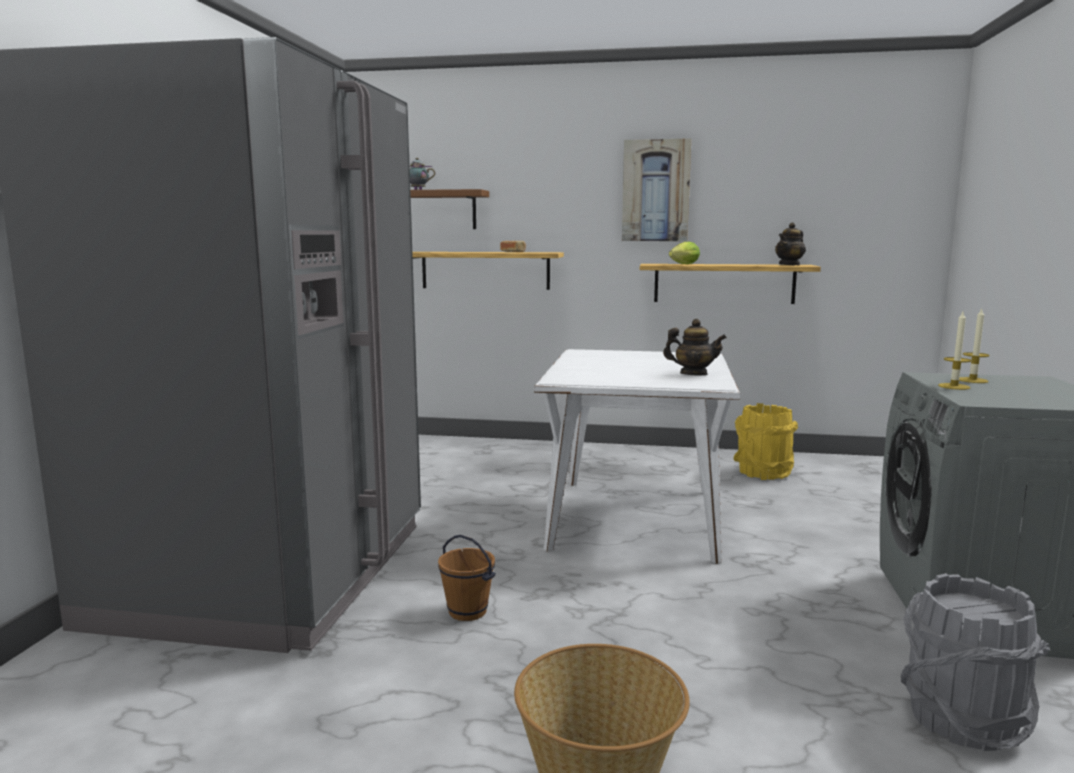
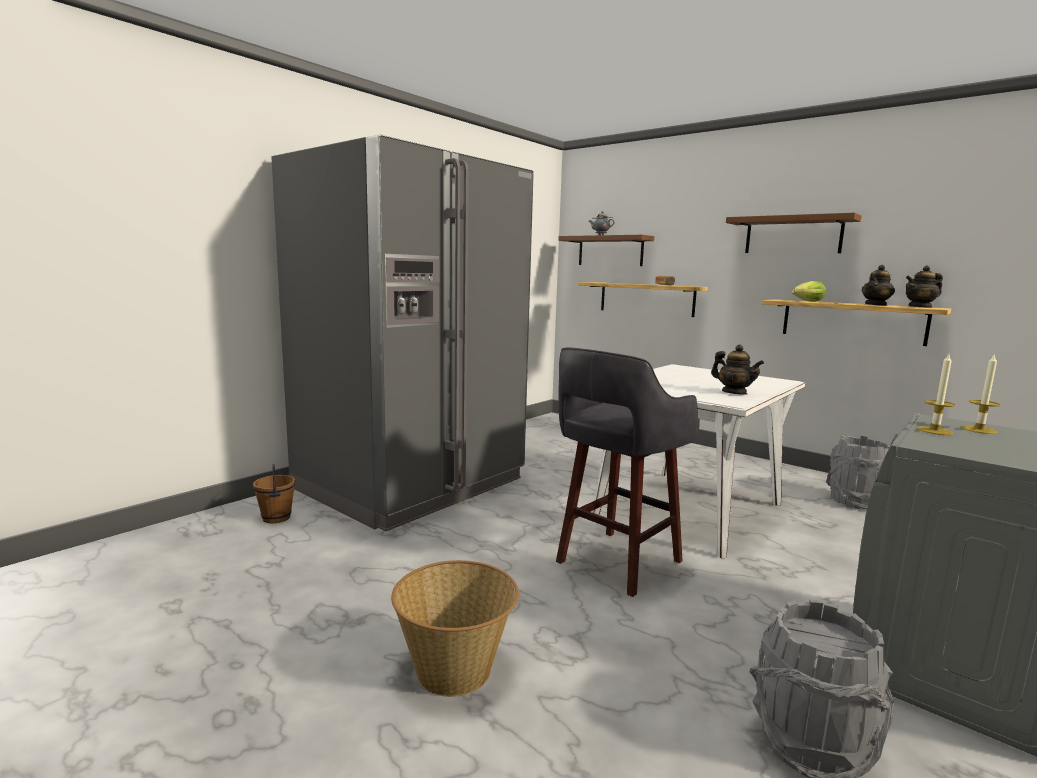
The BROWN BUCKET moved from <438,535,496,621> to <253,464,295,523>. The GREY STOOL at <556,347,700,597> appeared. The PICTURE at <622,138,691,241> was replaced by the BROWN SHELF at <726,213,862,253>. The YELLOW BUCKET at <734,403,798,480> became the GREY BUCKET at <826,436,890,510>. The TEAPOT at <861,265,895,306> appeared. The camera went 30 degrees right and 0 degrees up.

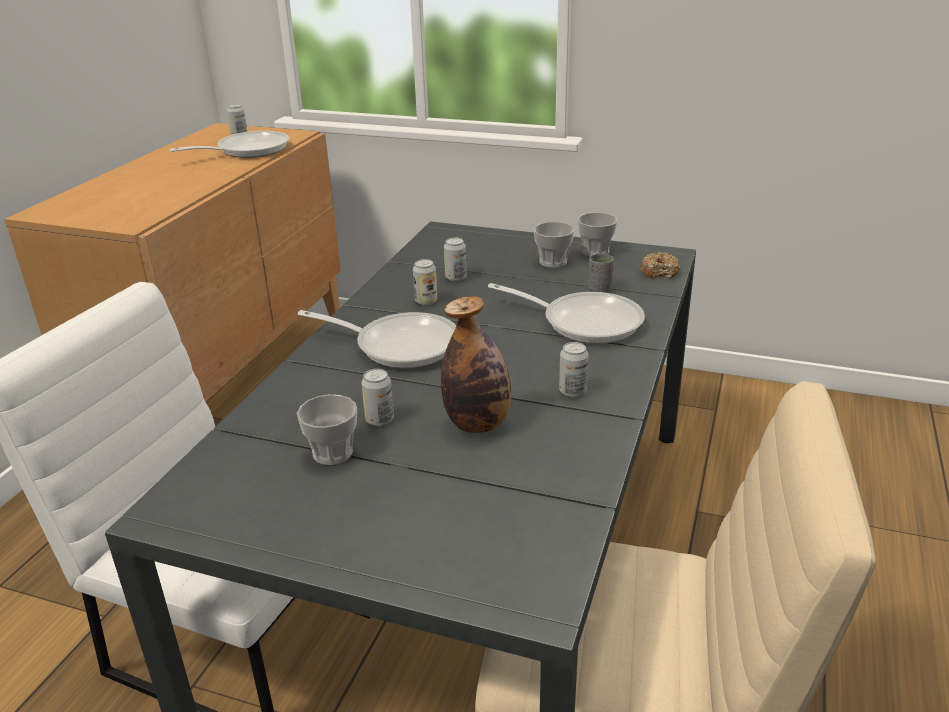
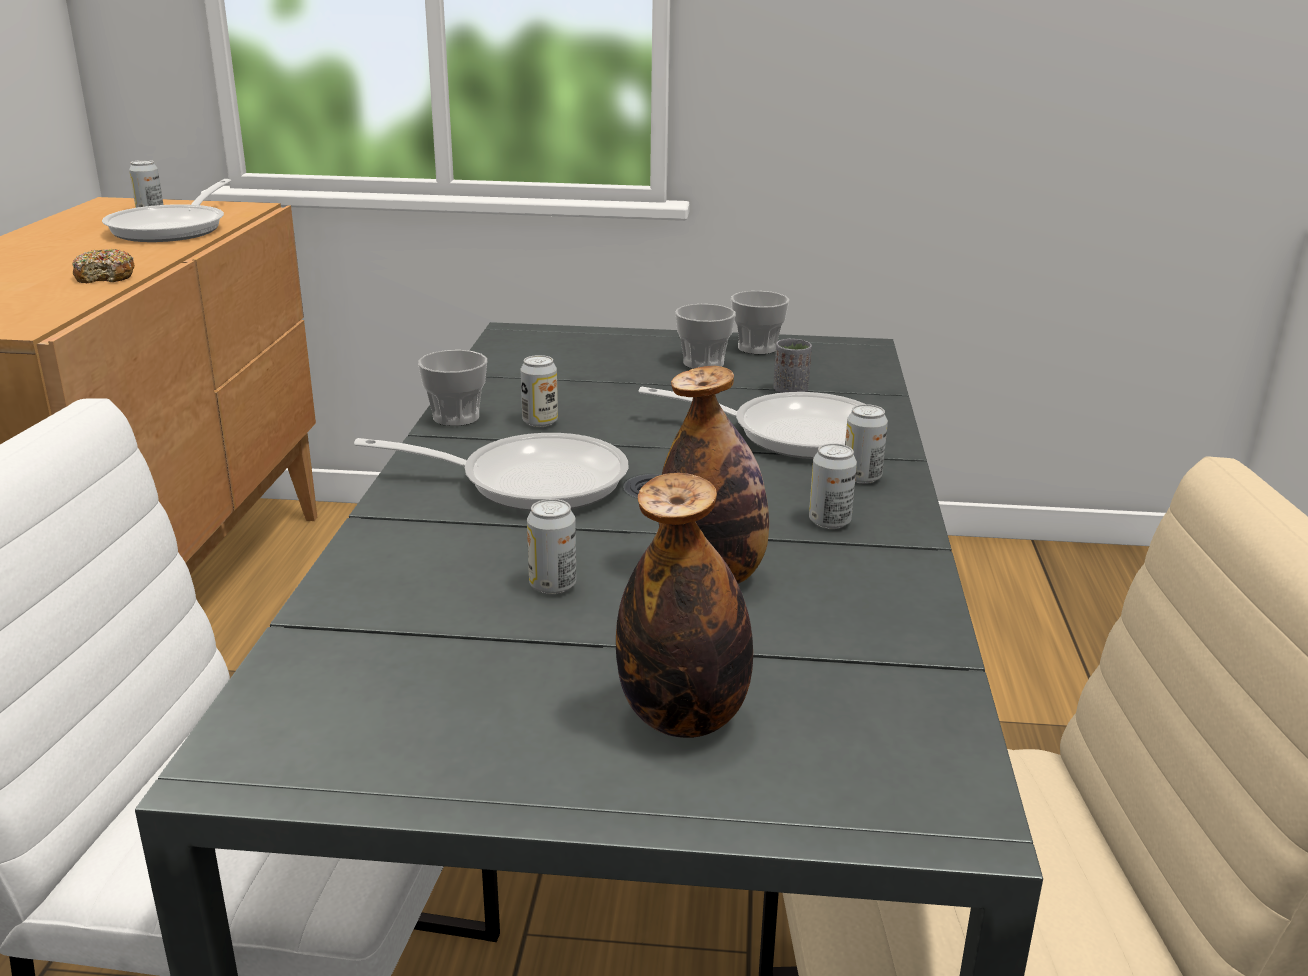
The DONUT moved from <641,252,680,279> to <73,249,135,283>. The FRYING PAN at <169,131,289,158> turned 150 degrees clockwise. The CUP moved from <297,394,357,465> to <418,350,487,426>. The BOTTLE at <616,473,753,738> appeared. The CAN moved from <444,238,467,281> to <845,404,888,484>. The camera went 15 degrees left and 5 degrees down.

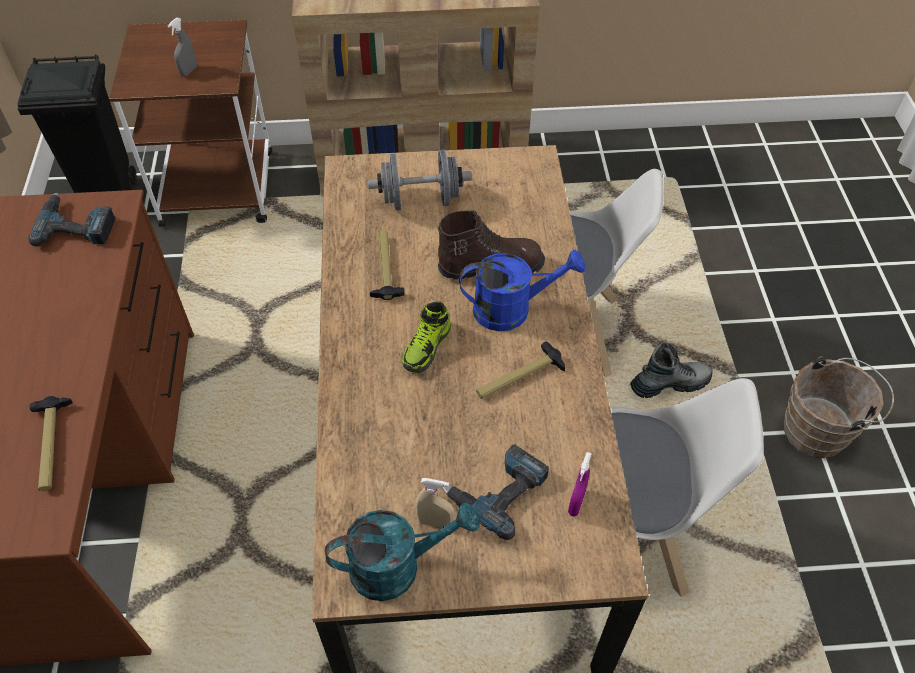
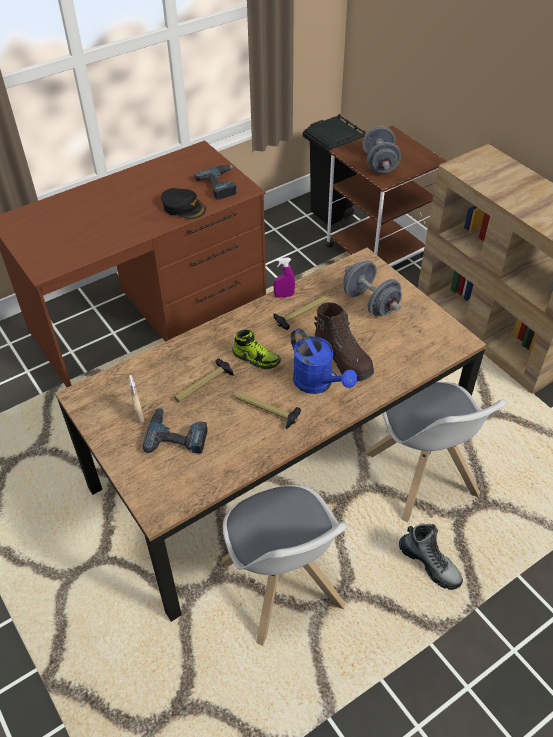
The BLACK CAP at <161,188,206,219> appeared. The HAMMER moved from <30,396,73,491> to <174,358,234,402>. The SHOE at <402,302,451,373> turned 150 degrees counterclockwise. The PURPLE SPRAY BOTTLE moved from <568,452,592,516> to <273,257,295,298>. The GREY SPRAY BOTTLE at <168,17,197,77> was replaced by the GREY DUMBBELL at <362,126,401,174>. The TURQUOISE WATERING CAN at <325,503,479,601> disappeared. The BROWN BUCKET at <784,356,894,458> disappeared. The camera went 60 degrees right and 5 degrees down.

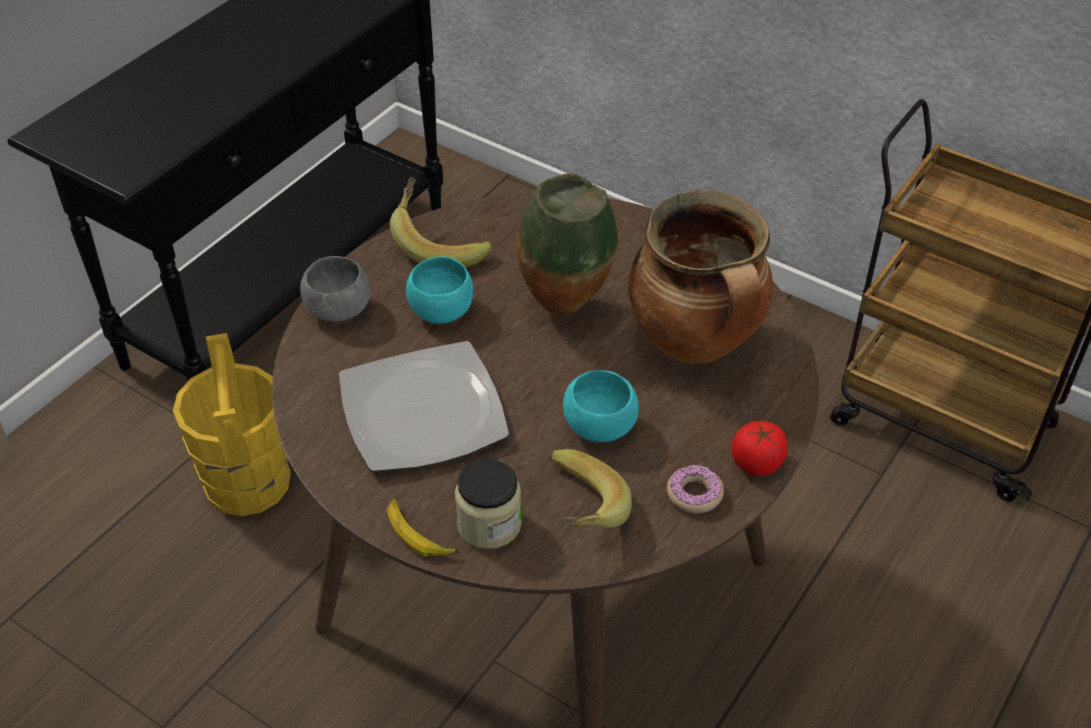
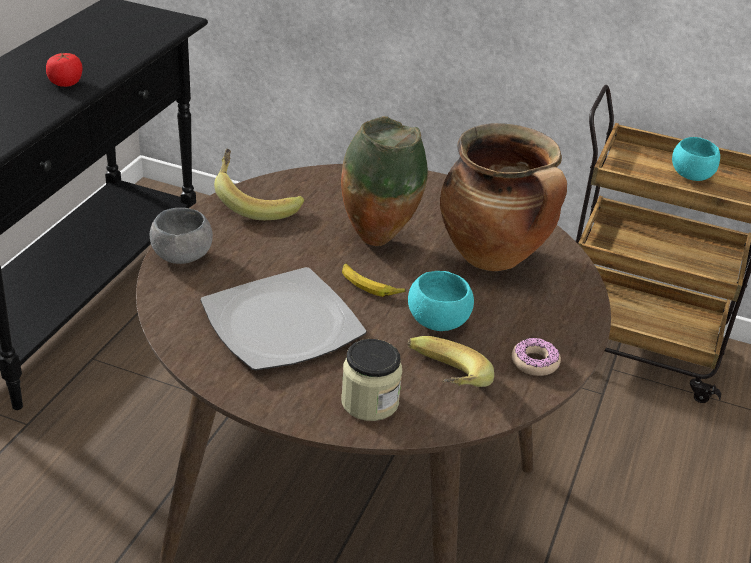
The TOMATO moved from <731,421,788,476> to <46,53,82,87>. The BANANA moved from <387,498,458,556> to <342,263,406,297>. The TURQUOISE BOWL moved from <406,256,473,324> to <672,137,720,181>. The YELLOW BUCKET at <173,333,291,516> disappeared. The camera went 15 degrees left and 10 degrees down.

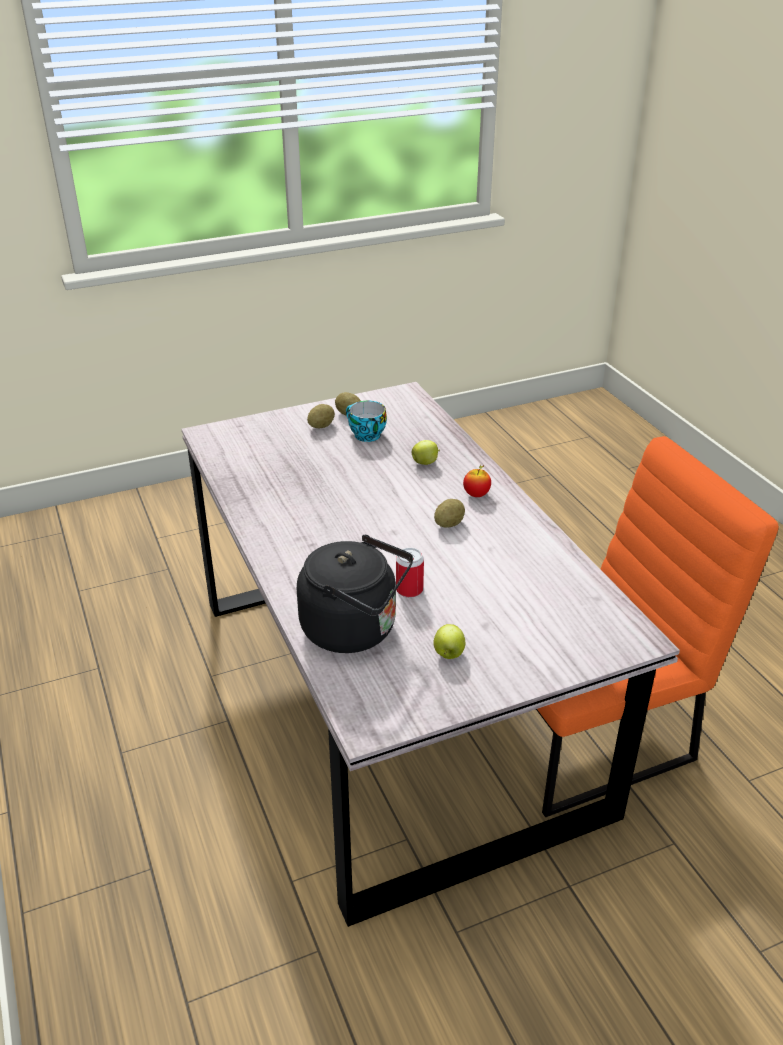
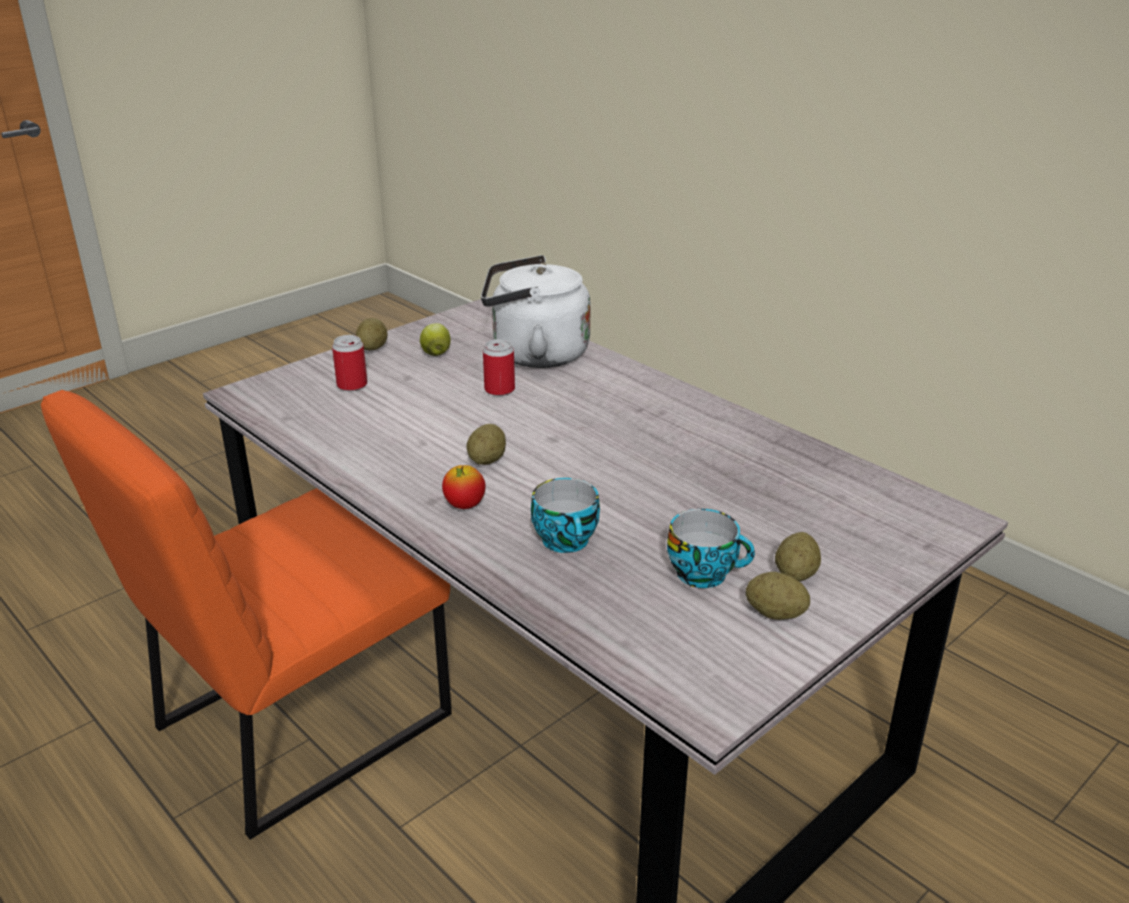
The CAN at <332,335,367,391> appeared. The POTATO at <356,318,387,350> appeared. The BLACK KETTLE at <297,535,413,653> became the WHITE KETTLE at <481,255,591,368>. The APPLE at <412,440,440,465> was replaced by the CUP at <531,478,600,553>. The camera went 160 degrees right and 5 degrees down.

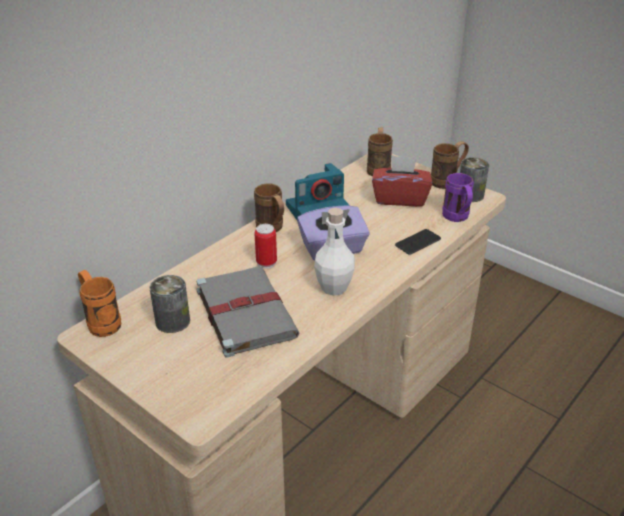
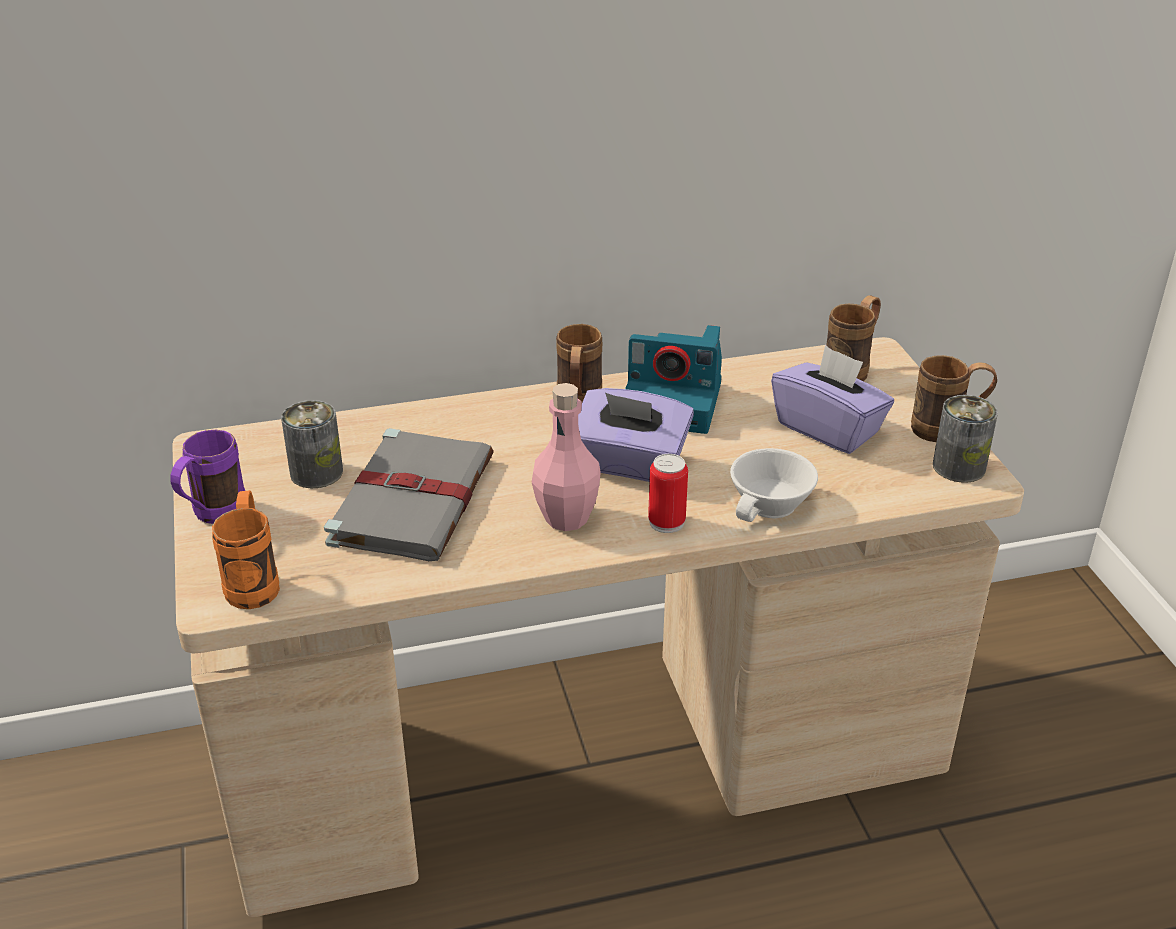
The PURPLE MUG moved from <442,173,474,222> to <170,430,245,524>. The ORANGE MUG moved from <78,270,121,337> to <212,490,280,609>. The WHITE BOTTLE at <314,208,355,296> became the PINK BOTTLE at <532,383,601,531>. The CAN moved from <254,224,277,269> to <648,454,688,533>. The PHONE at <395,229,441,255> was replaced by the WHITE CUP at <730,448,818,522>. The RED TISSUE BOX at <372,155,432,207> became the PURPLE TISSUE BOX at <771,345,894,454>. The camera went 35 degrees right and 0 degrees up.

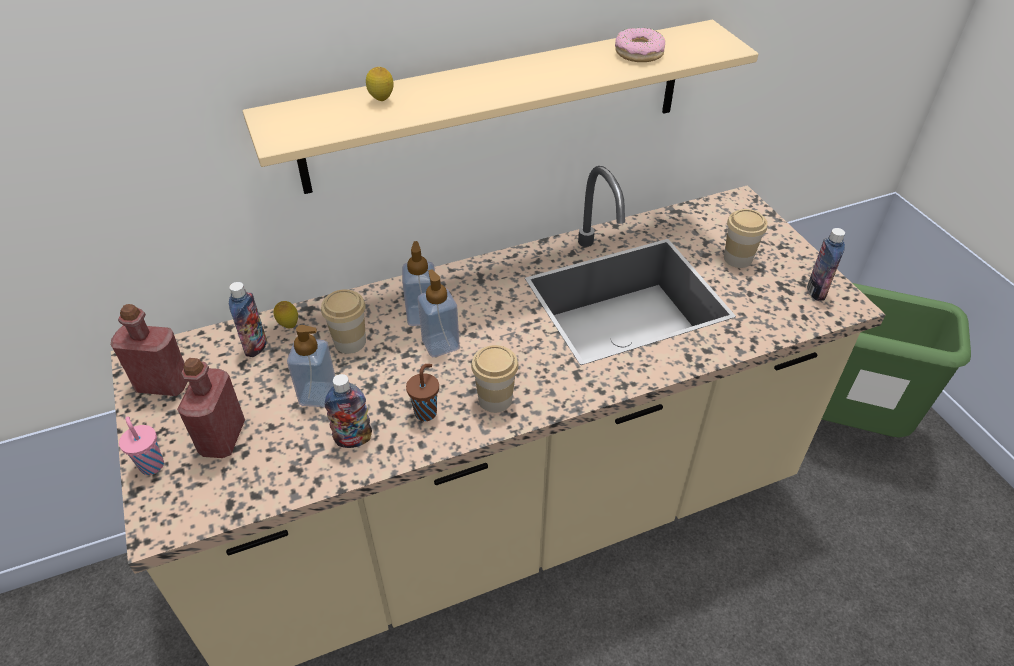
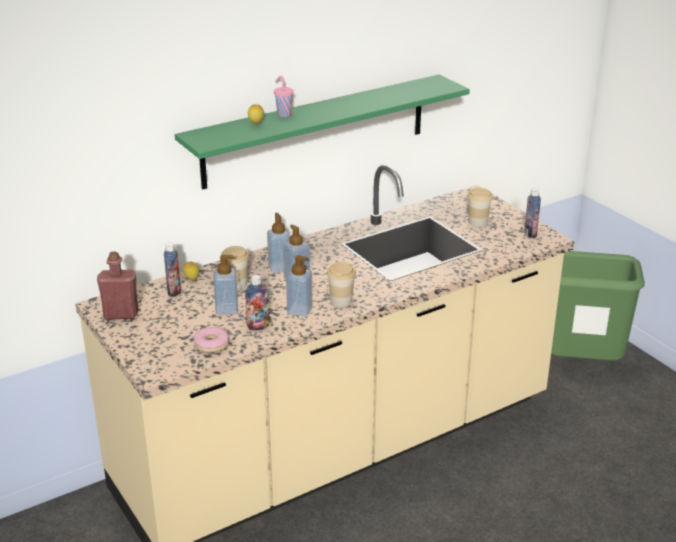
The BEIGE SHELF at <243,20,759,194> became the GREEN SHELF at <175,75,470,189>. The DONUT moved from <615,28,665,62> to <194,327,229,353>. The PINK CUP moved from <119,416,164,475> to <274,76,293,117>. The BROWN CUP at <406,364,439,421> was replaced by the SOAP DISPENSER at <286,255,312,317>. The RED BOTTLE at <177,358,245,458> disappeared. The camera went 10 degrees left and 15 degrees down.

